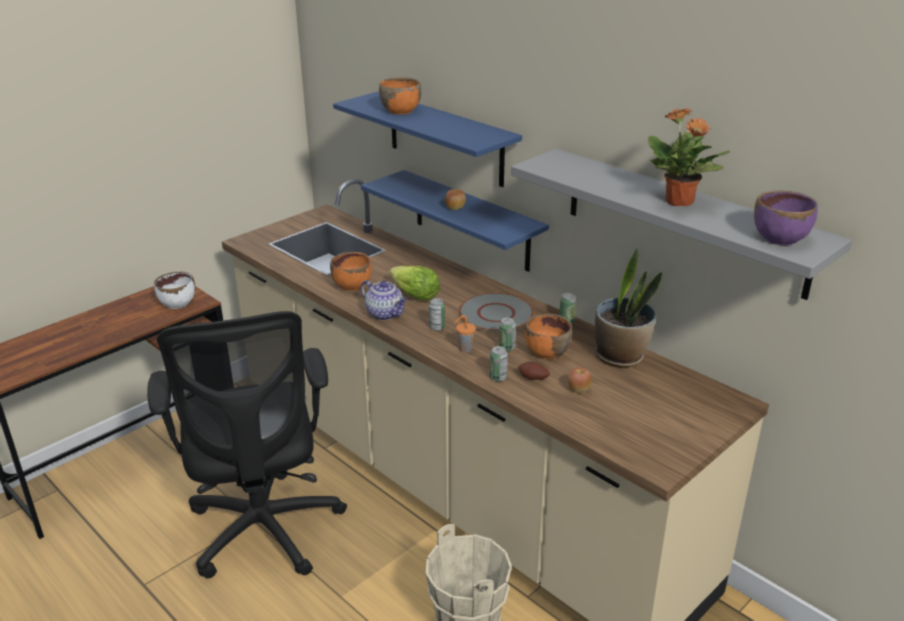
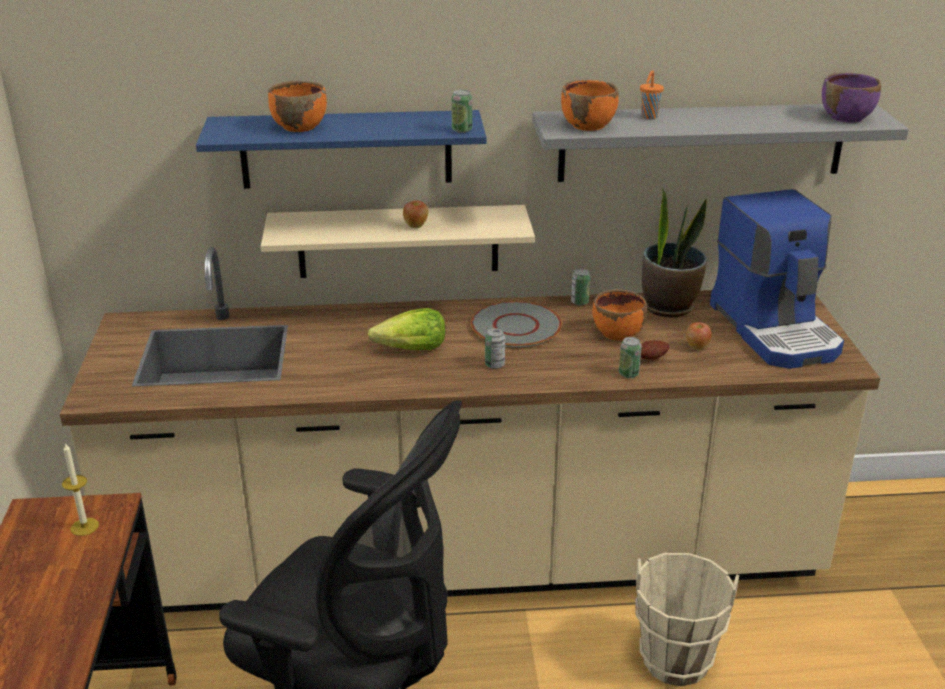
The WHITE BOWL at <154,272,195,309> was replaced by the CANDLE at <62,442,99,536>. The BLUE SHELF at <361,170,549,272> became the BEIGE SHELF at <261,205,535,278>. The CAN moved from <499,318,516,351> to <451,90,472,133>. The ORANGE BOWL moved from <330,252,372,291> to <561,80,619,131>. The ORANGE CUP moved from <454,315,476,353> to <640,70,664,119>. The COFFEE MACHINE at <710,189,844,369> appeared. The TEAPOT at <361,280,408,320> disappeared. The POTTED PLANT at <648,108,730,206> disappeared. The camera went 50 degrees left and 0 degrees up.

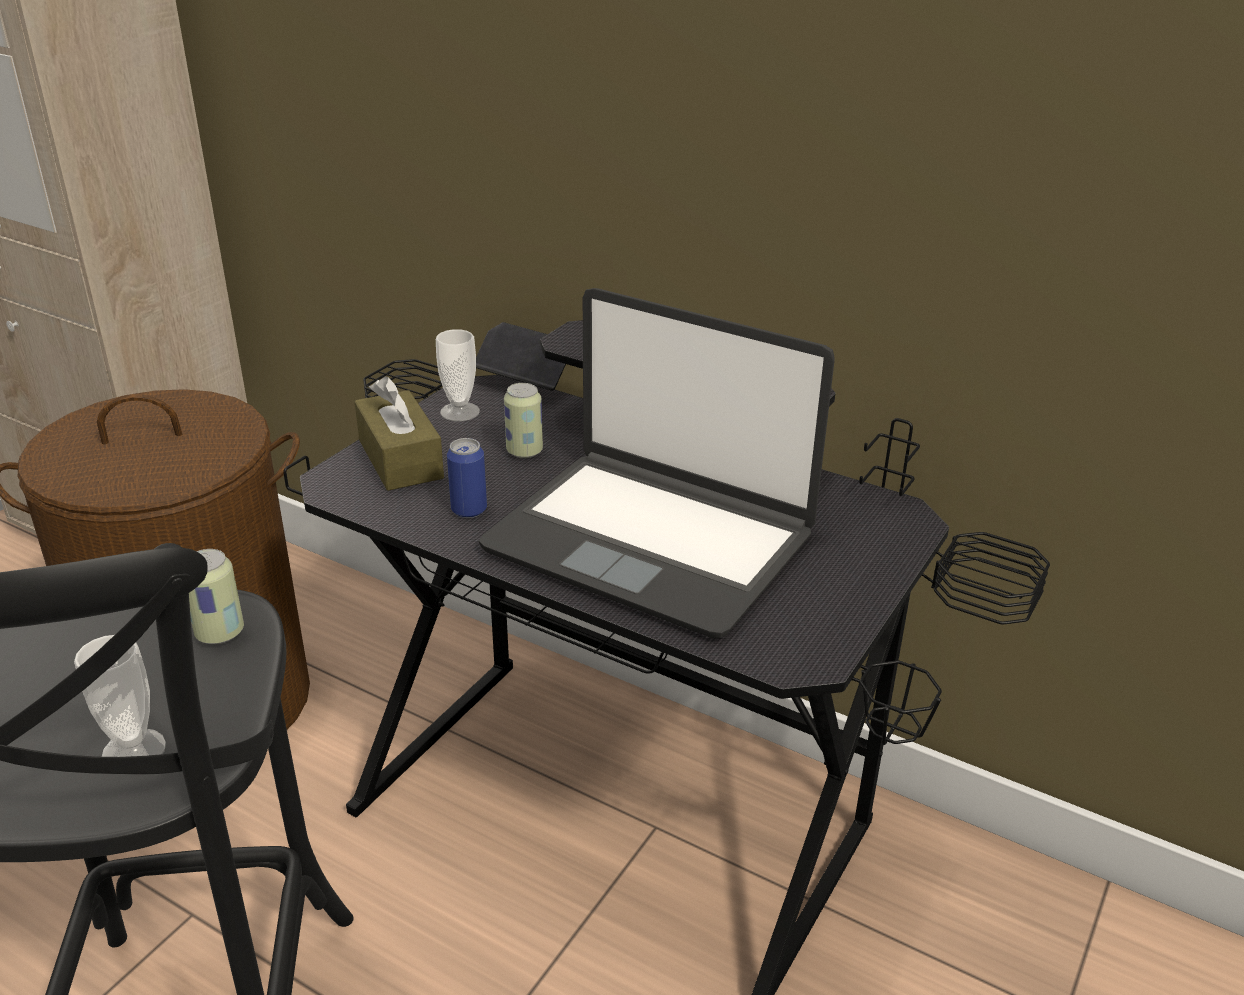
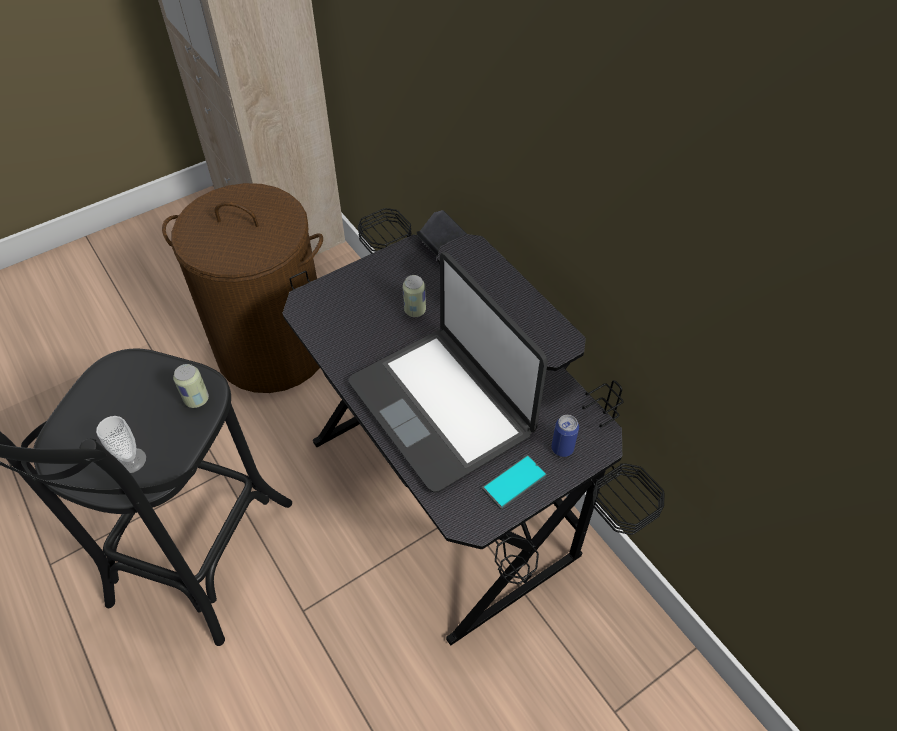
The PHONE at <482,455,547,509> appeared. The CAN moved from <447,438,487,518> to <551,415,579,457>. The BROWN TISSUE BOX at <354,376,444,491> disappeared. The CUP at <436,329,480,421> disappeared. The camera went 25 degrees right and 20 degrees up.

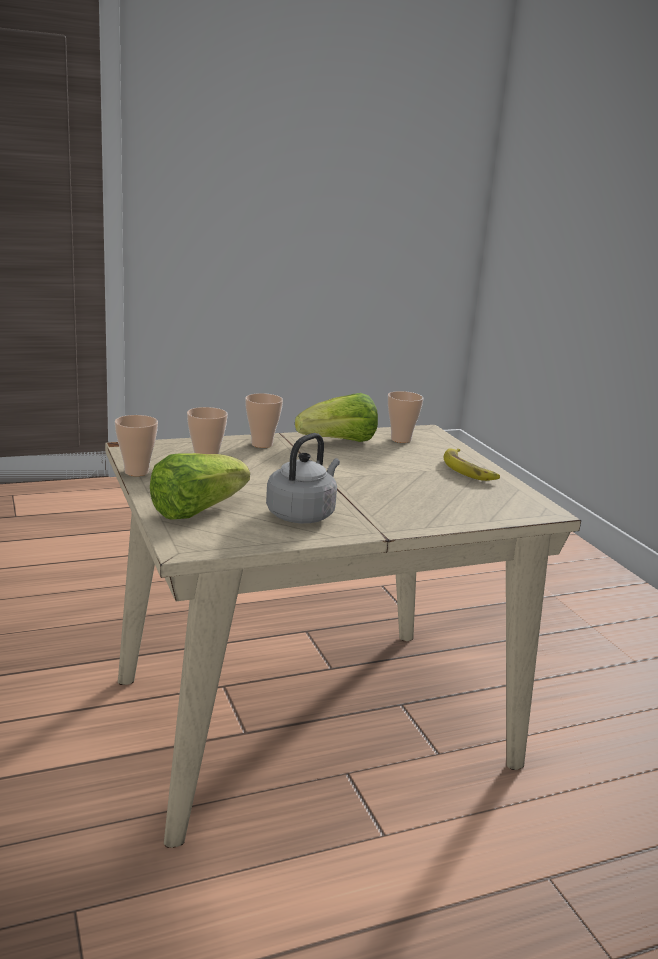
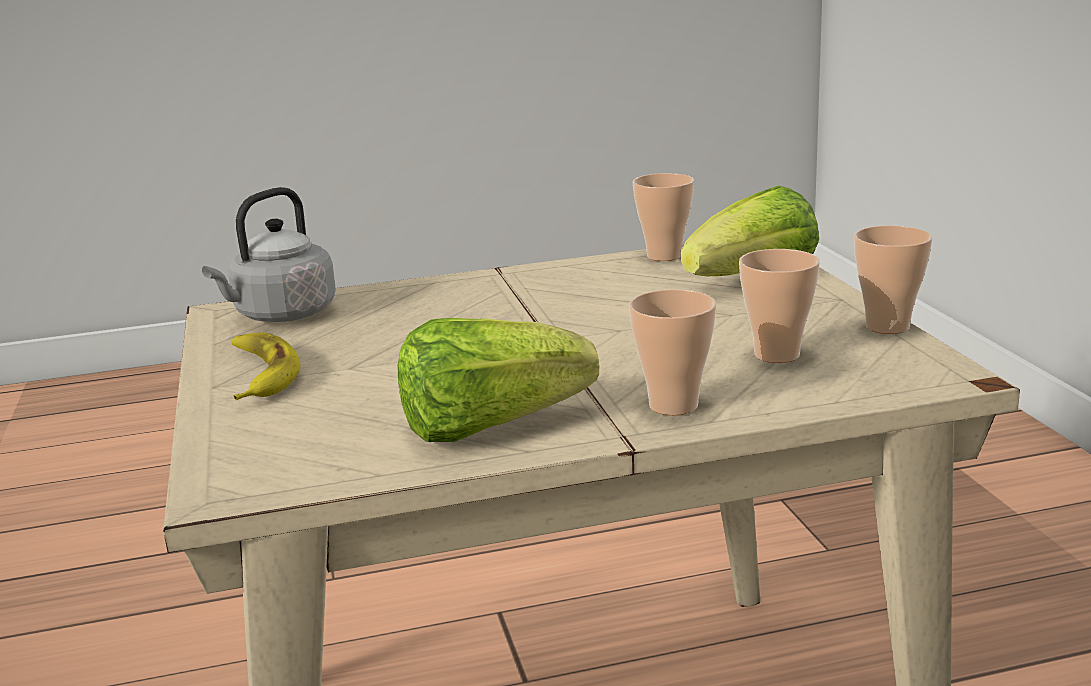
The GREY KETTLE moved from <266,433,340,523> to <202,187,336,322>. The CUP moved from <388,391,424,443> to <633,173,694,261>. The camera went 170 degrees left and 0 degrees up.

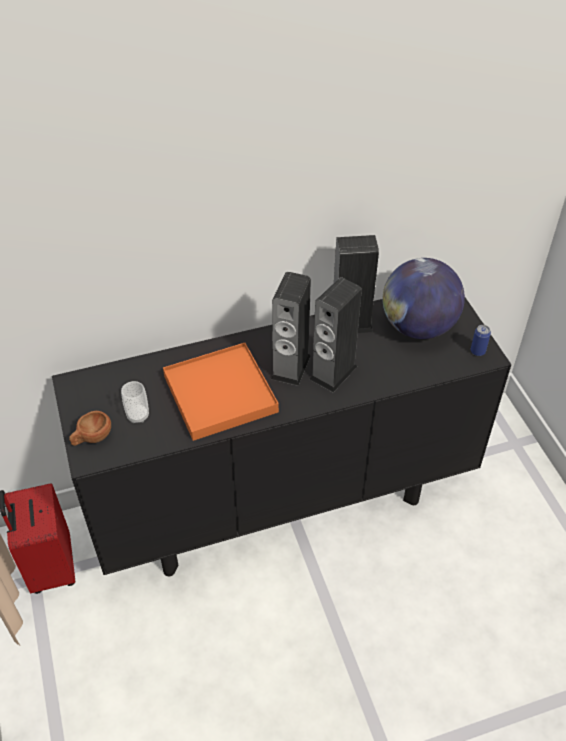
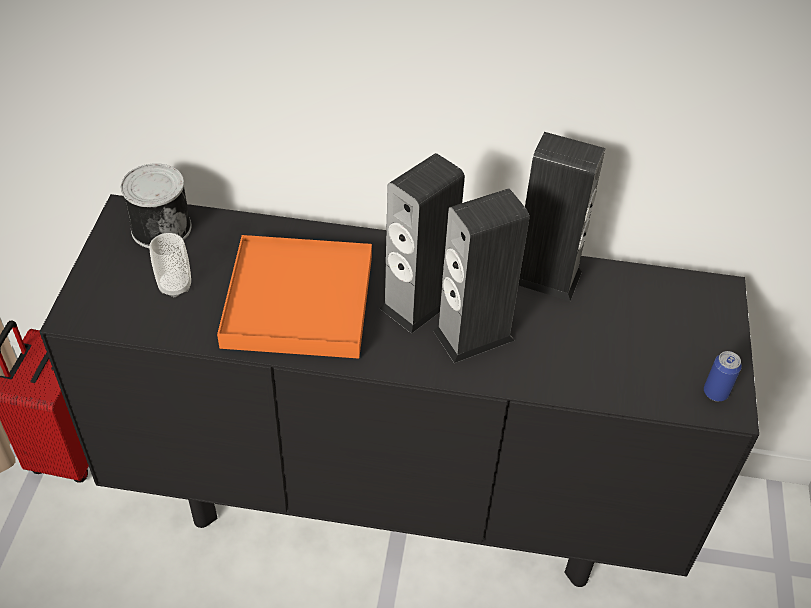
The CAN at <121,163,192,248> appeared. The BROWN CUP at <69,411,111,446> disappeared. The GLOBE at <383,258,465,339> disappeared. The camera went 25 degrees right and 0 degrees up.

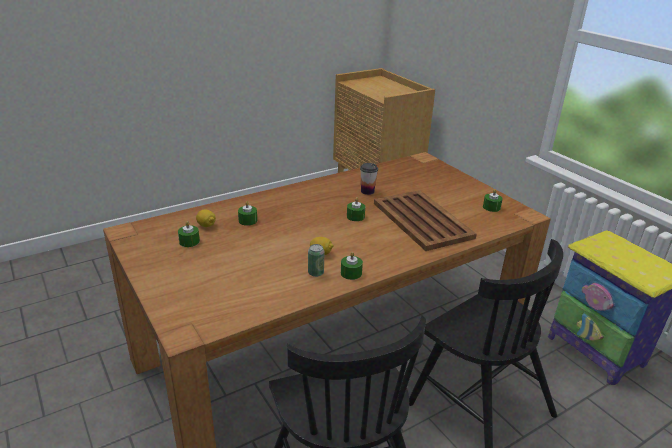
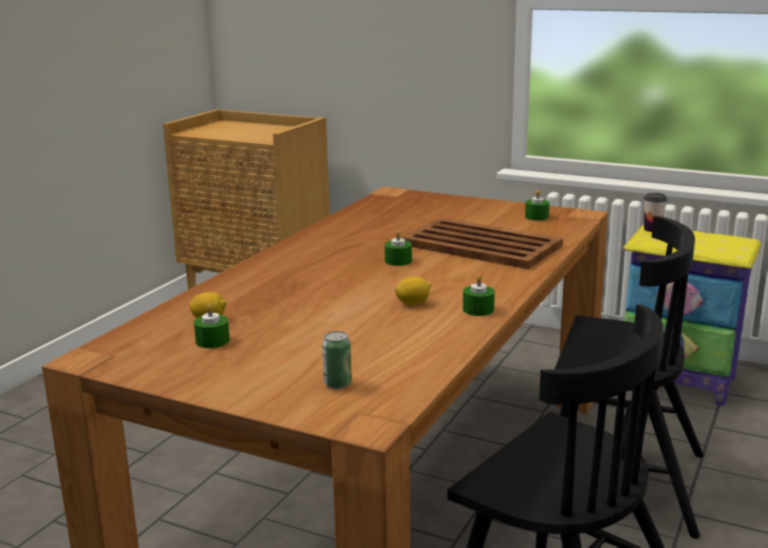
The CAN moved from <308,244,325,277> to <322,331,352,389>. The CUP moved from <360,163,378,195> to <644,193,667,232>. The GREEN CANDLE at <238,201,257,226> disappeared. The camera went 30 degrees left and 10 degrees down.

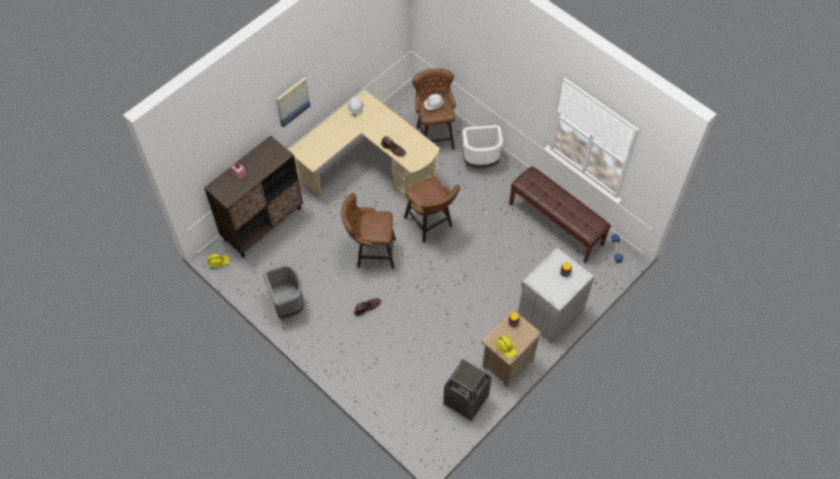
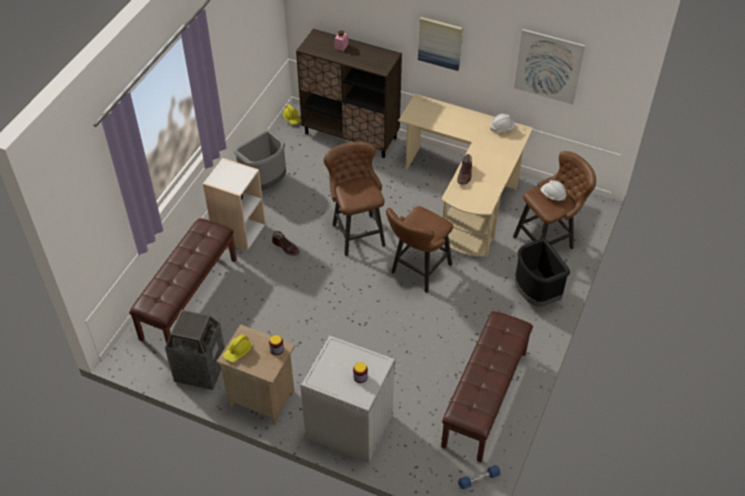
The BROWN BENCH at <129,219,237,344> appeared. The BOOKCASE at <203,158,266,251> appeared. The PICTURE at <514,29,585,104> appeared. The WHITE TRASH CAN at <462,125,503,168> became the BLACK TRASH CAN at <515,239,570,307>. The camera went 70 degrees right and 10 degrees down.

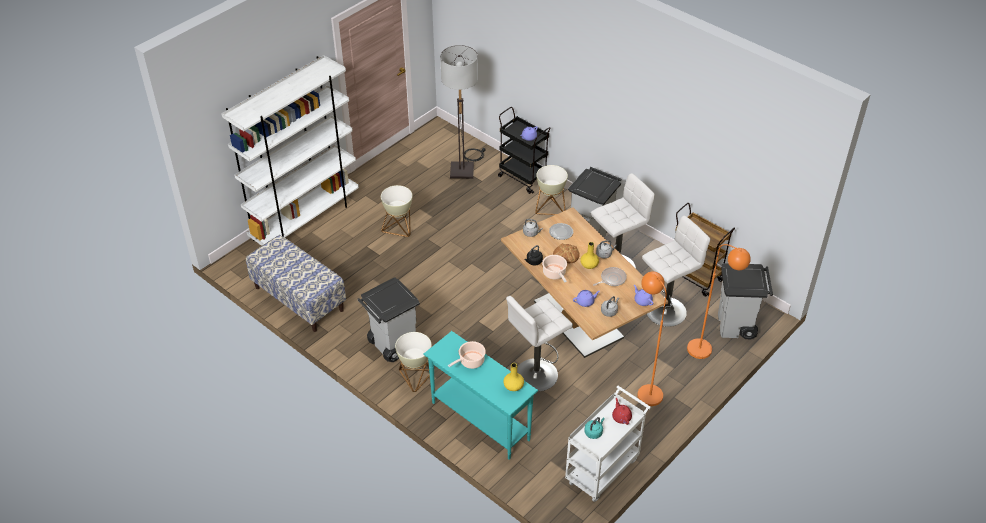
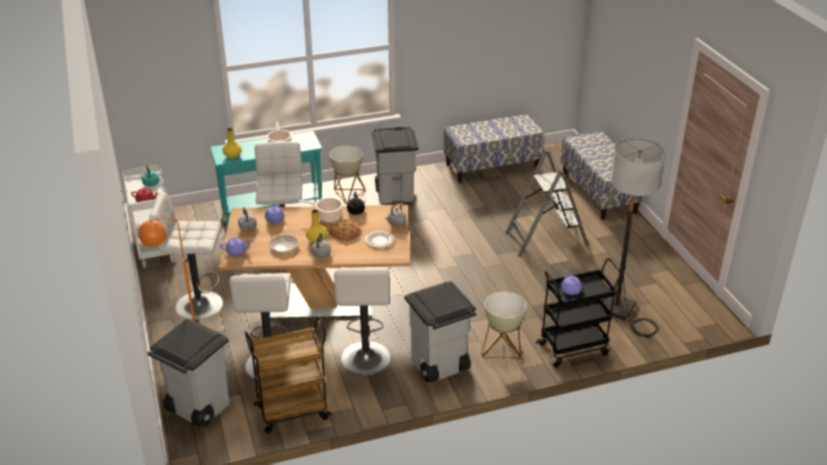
The ORANGE FLOOR LAMP at <637,271,667,406> was replaced by the WHITE STOOL at <149,192,223,320>. The PLANTER at <381,185,413,237> was replaced by the GREY STEP LADDER at <505,150,589,256>. The WHITE BOOKCASE at <221,55,359,246> was replaced by the BENCH at <560,130,644,220>. The camera went 120 degrees right and 10 degrees down.

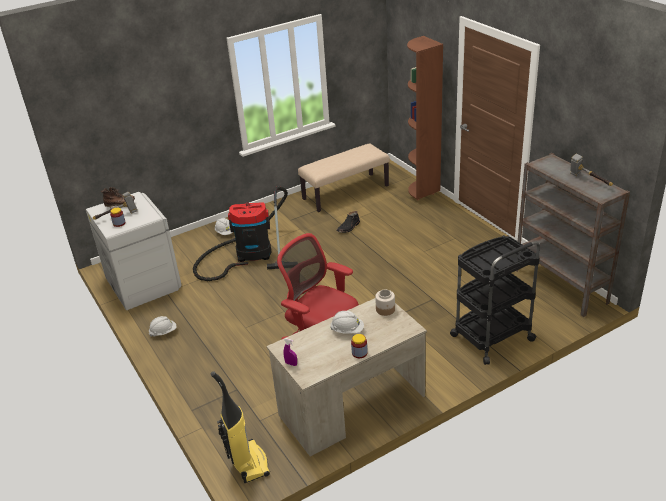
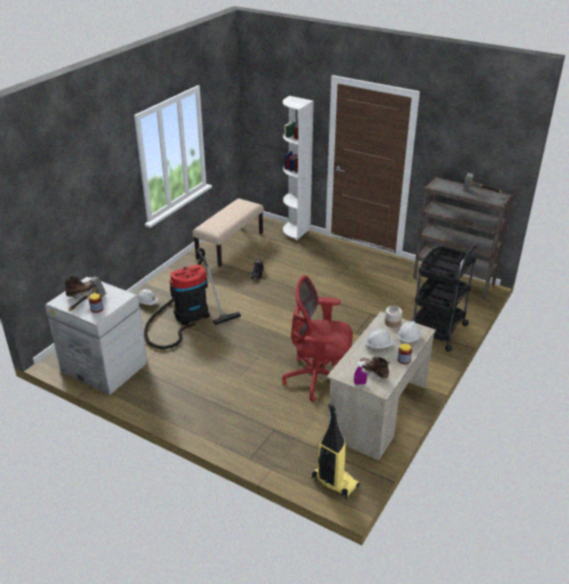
The BROWN BOOKCASE at <407,36,443,200> became the WHITE BOOKCASE at <283,96,314,240>. The BROWN BOOT at <360,357,390,380> appeared. The WHITE HARD HAT moved from <149,316,176,337> to <397,321,422,344>. The camera went 30 degrees left and 0 degrees up.

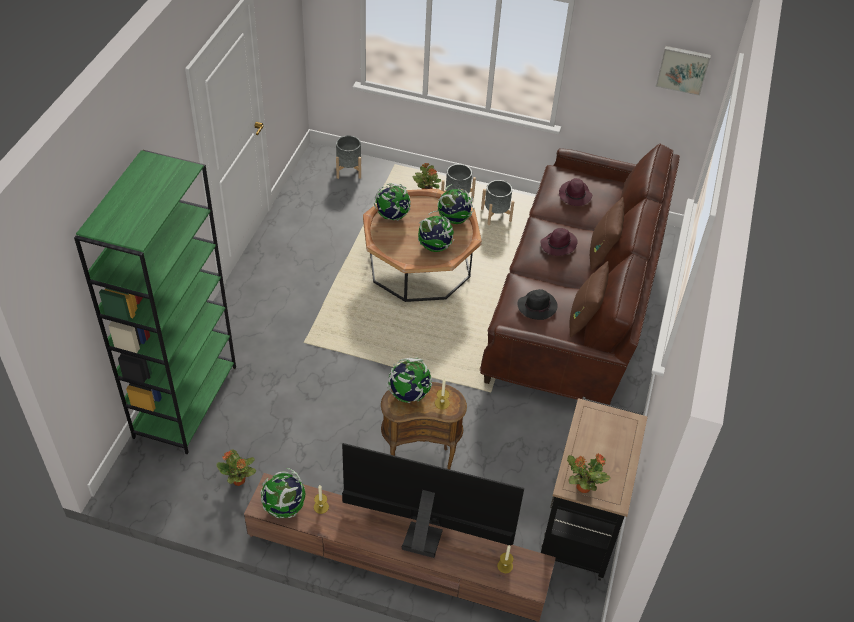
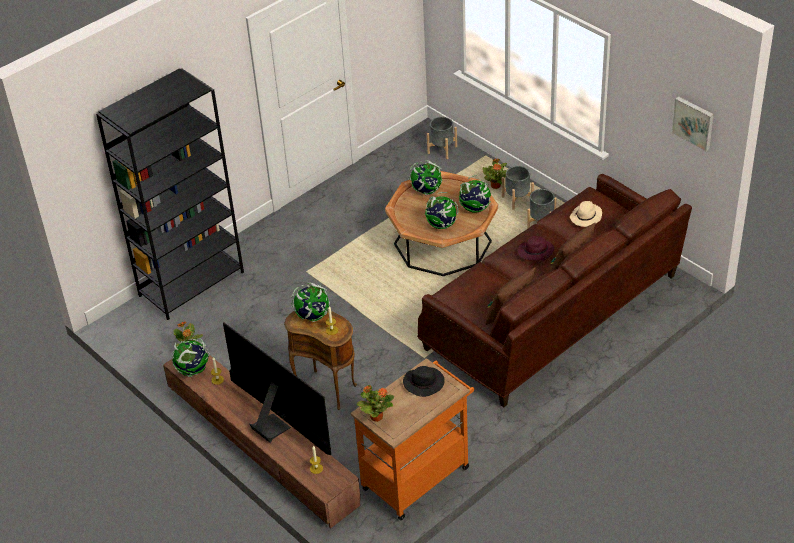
The GREEN BOOKCASE at <74,150,236,454> became the BLACK BOOKCASE at <96,68,244,320>. The BLACK CART at <541,397,648,581> became the ORANGE CART at <350,358,474,520>. The BLACK HAT moved from <518,289,558,320> to <403,366,445,397>. The PURPLE HAT at <559,178,592,206> became the BEIGE HAT at <570,201,602,227>. The camera went 35 degrees right and 5 degrees down.

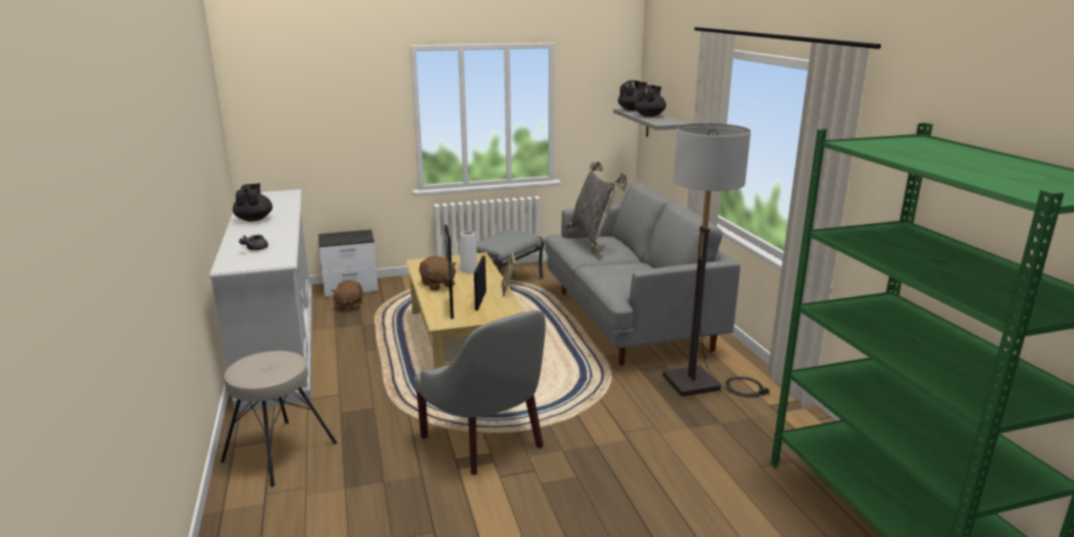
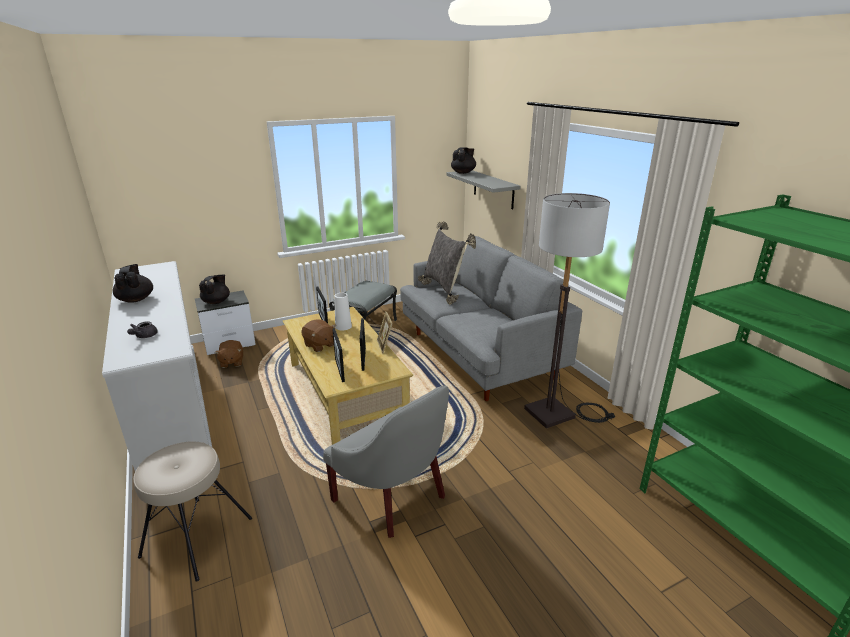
The BLACK TEAPOT moved from <634,85,666,117> to <199,275,230,304>. The camera went 10 degrees left and 5 degrees up.

